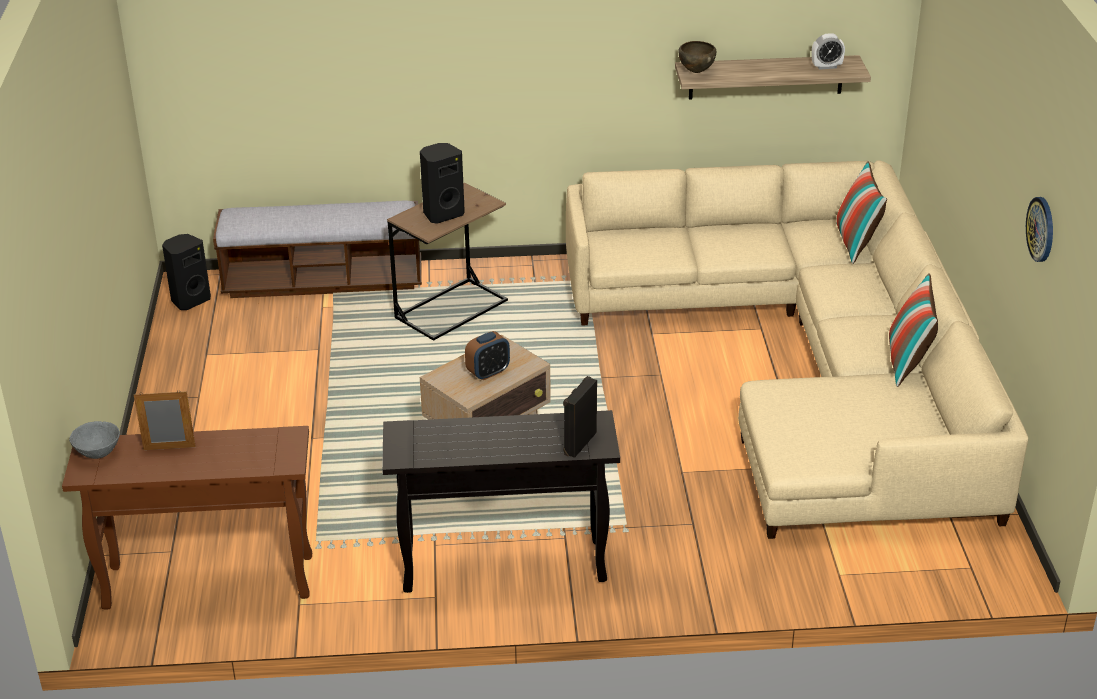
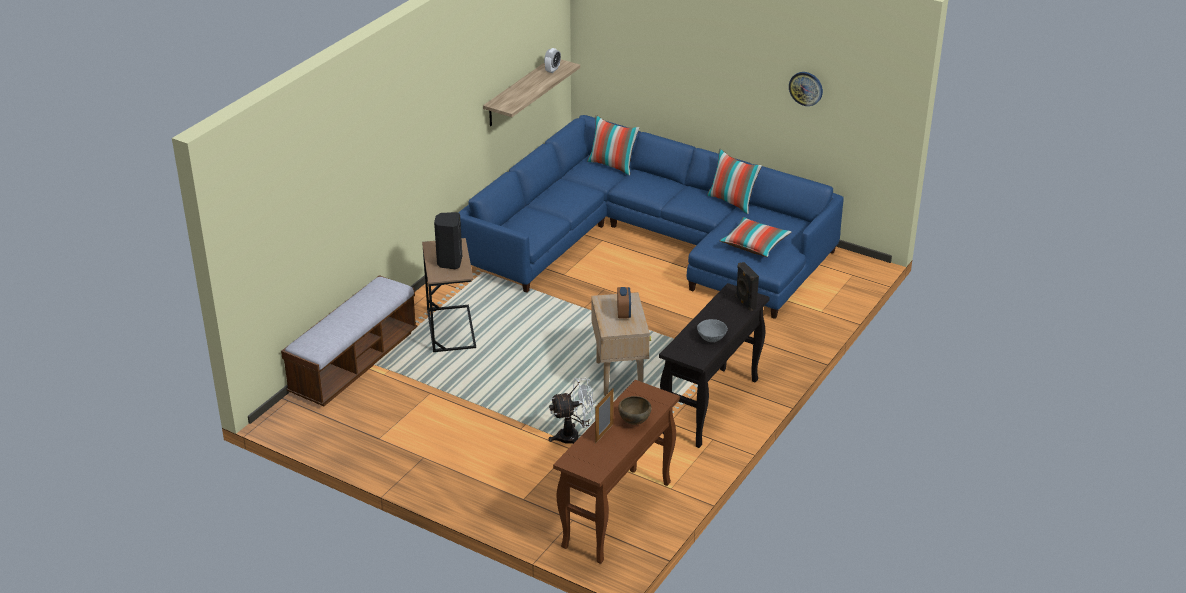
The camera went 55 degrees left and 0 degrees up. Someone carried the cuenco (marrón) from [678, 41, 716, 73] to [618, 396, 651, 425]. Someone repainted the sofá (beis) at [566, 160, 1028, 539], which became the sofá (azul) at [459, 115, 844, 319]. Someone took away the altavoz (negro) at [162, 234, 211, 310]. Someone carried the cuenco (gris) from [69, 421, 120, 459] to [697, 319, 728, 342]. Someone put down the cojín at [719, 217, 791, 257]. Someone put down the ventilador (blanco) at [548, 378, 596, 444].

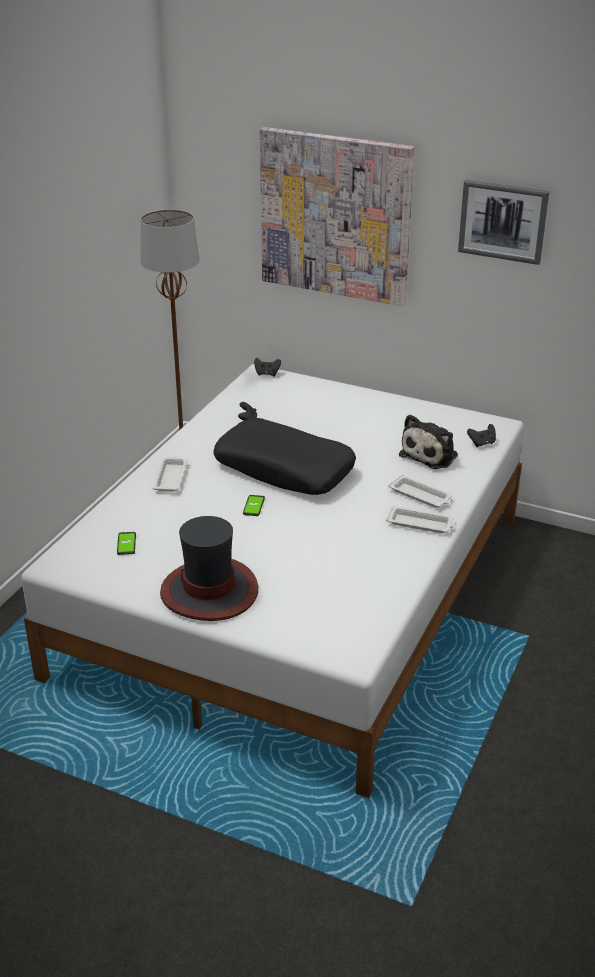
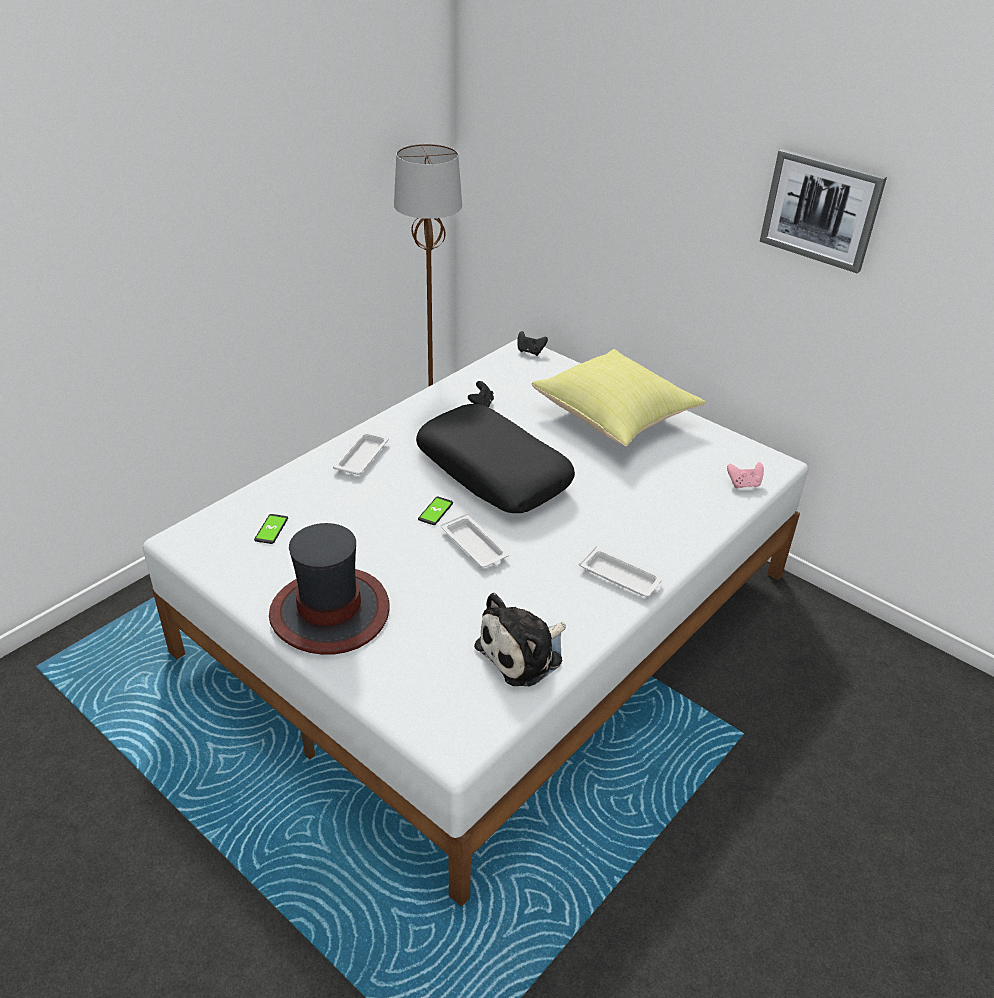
The camera went 15 degrees right and 5 degrees up. Someone took away the cuadro at [260, 127, 415, 306]. Someone carried the peluche from [399, 414, 458, 469] to [474, 593, 566, 686]. Someone repainted the mando de consola (negro) at [467, 424, 496, 447], which became the mando de consola (rosa) at [727, 462, 764, 488]. Someone carried the bandeja (blanco) from [388, 474, 452, 508] to [440, 513, 509, 567]. Someone put down the cojín (amarillo) at [532, 349, 706, 446].

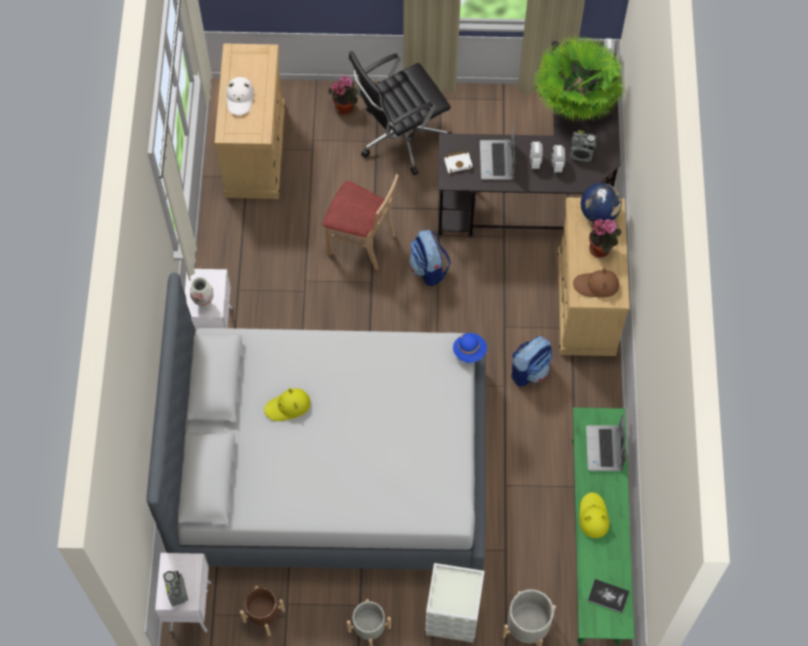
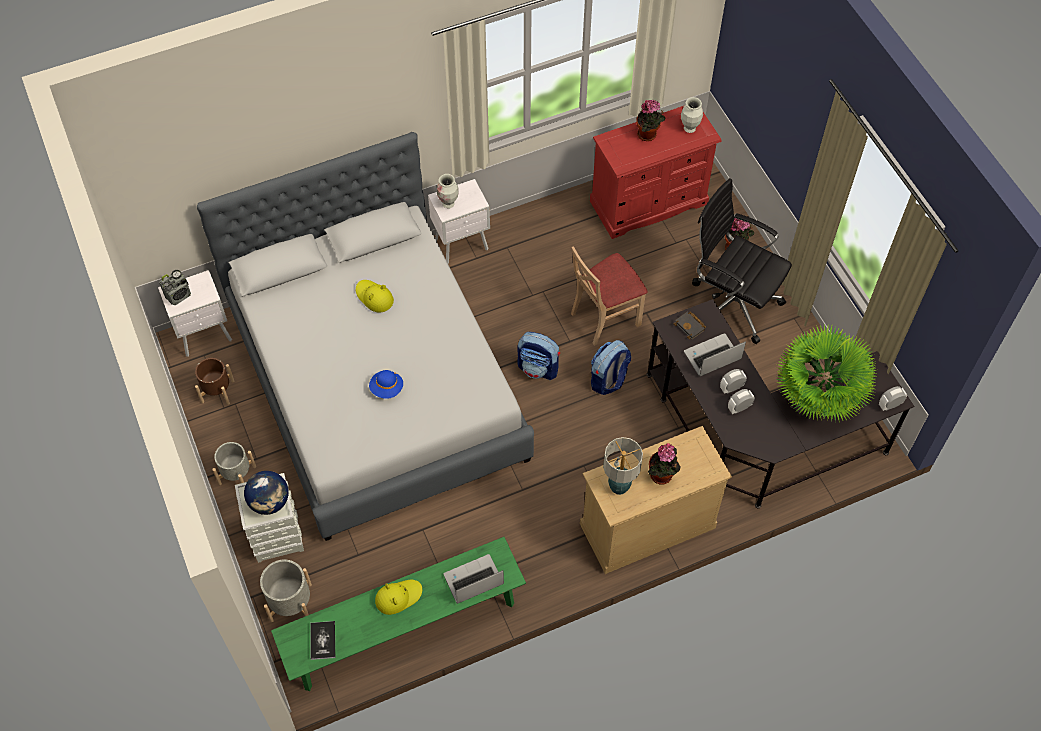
The camera went 65 degrees right and 5 degrees down. Someone repainted the cómoda (beis) at [214, 43, 285, 199], which became the cómoda (rojo) at [590, 106, 721, 239]. Someone swapped the sombrero (blanco) at [227, 77, 254, 115] for the planta en maceta at [637, 100, 665, 141]. Someone took away the radio at [570, 130, 596, 162]. Someone repainted the libro (blanco) at [444, 151, 473, 174], which became the libro (negro) at [673, 311, 706, 339]. Someone rotated the silla (beis) at [322, 174, 398, 270] by 60 degrees clockwise. Someone carried the globo terráqueo from [581, 183, 622, 222] to [244, 471, 289, 515]. Someone swapped the sombrero (marrón) at [573, 268, 619, 297] for the lámpara de mesa at [603, 437, 643, 495]. Someone carried the sombrero (azul) from [453, 333, 487, 363] to [369, 370, 403, 399]. Someone carried the mochila from [511, 336, 553, 387] to [517, 332, 560, 380]. Someone put down the florero at [681, 97, 703, 133].

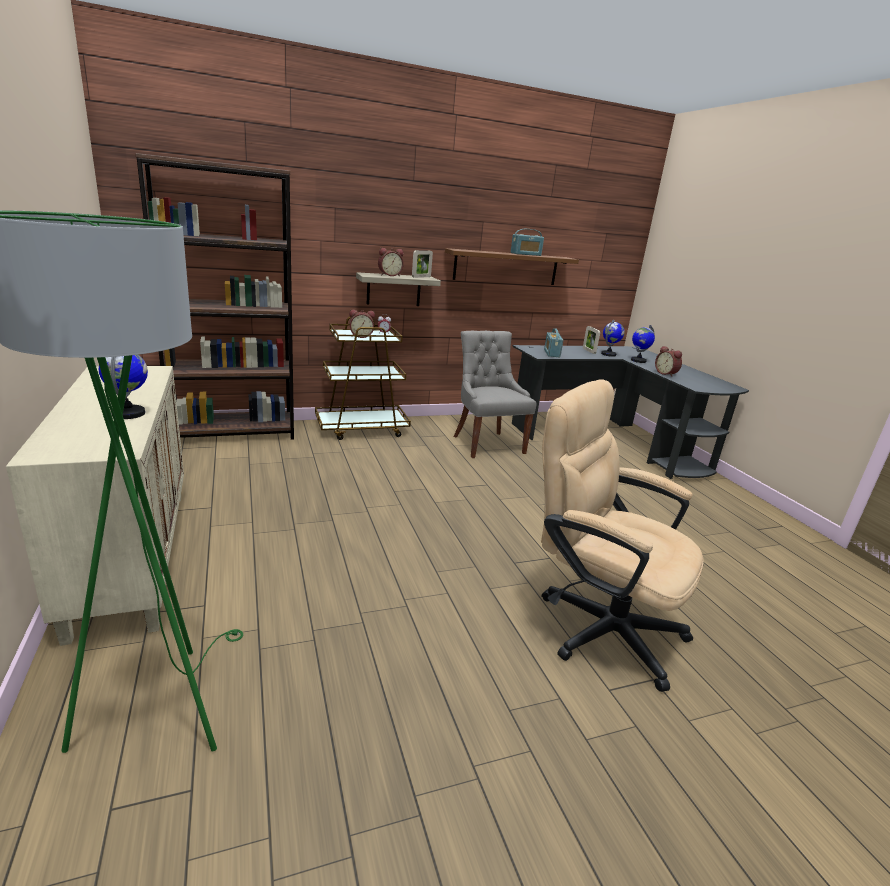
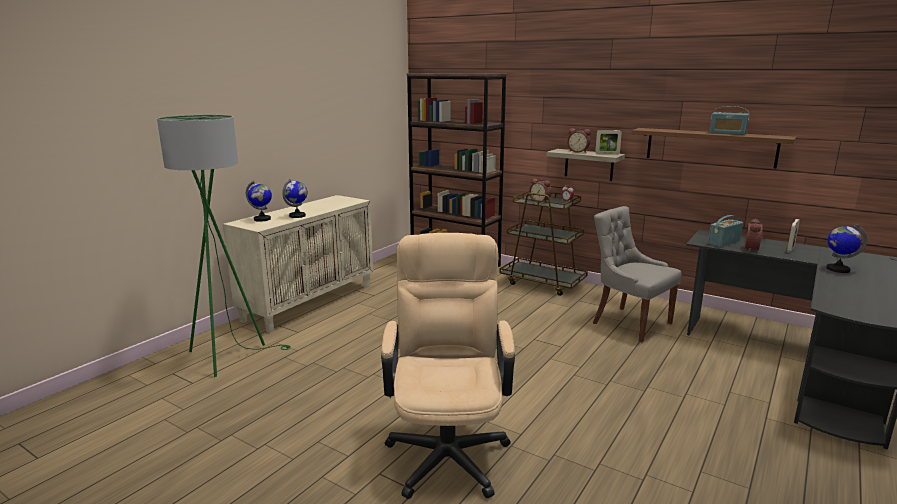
The camera went 55 degrees right and 5 degrees down. Someone carried the globo terráqueo from [601, 320, 625, 357] to [246, 181, 272, 222]. Someone rotated the silla (gris) at [454, 331, 537, 458] by 75 degrees counterclockwise. Someone carried the despertador from [655, 346, 682, 377] to [744, 219, 765, 252].

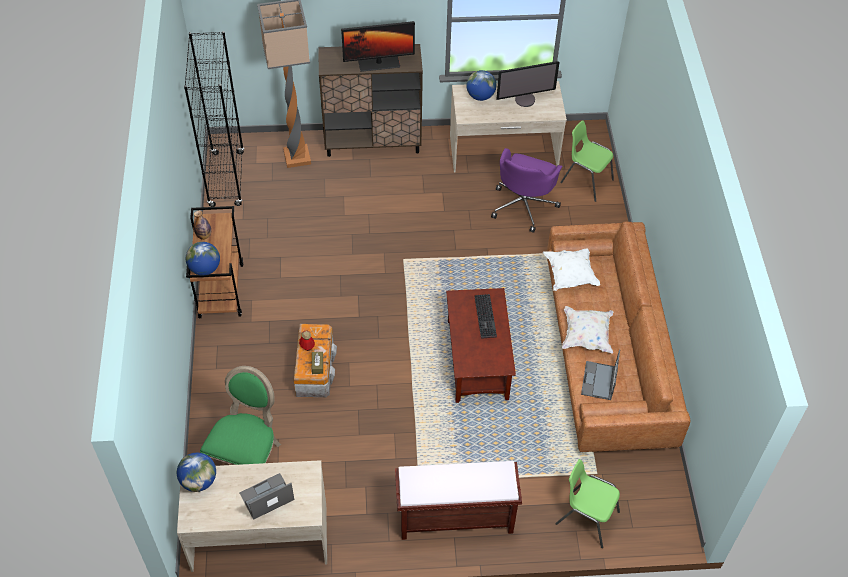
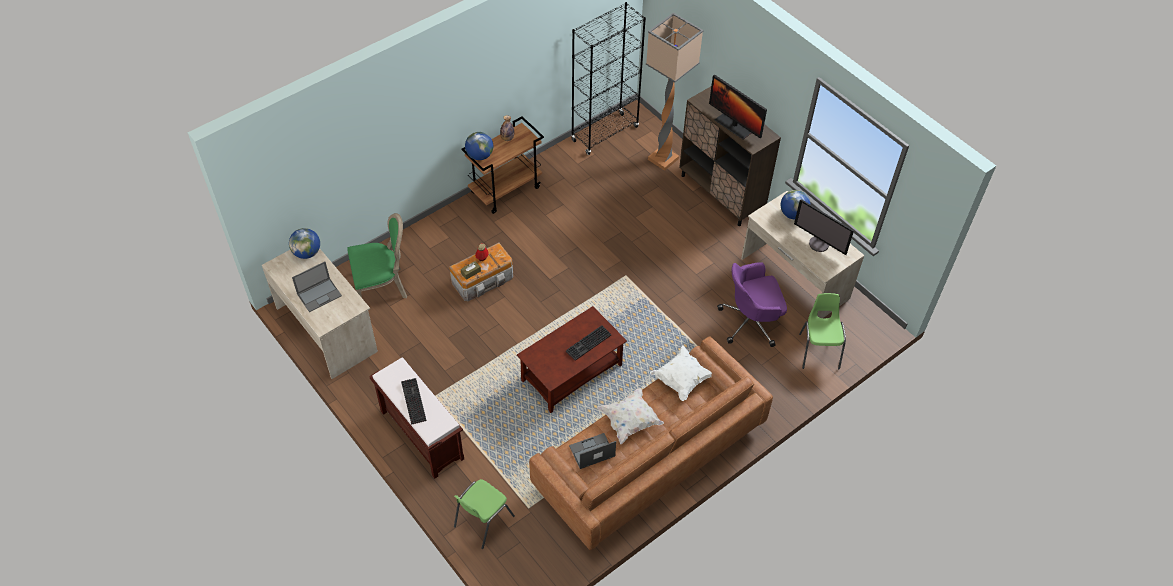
The camera went 55 degrees right and 0 degrees up. Someone rotated the silla (verde) at [555, 459, 620, 548] by 135 degrees counterclockwise. Someone rotated the portátil at [239, 473, 295, 520] by 120 degrees clockwise. Someone put down the teclado at [401, 378, 427, 425].

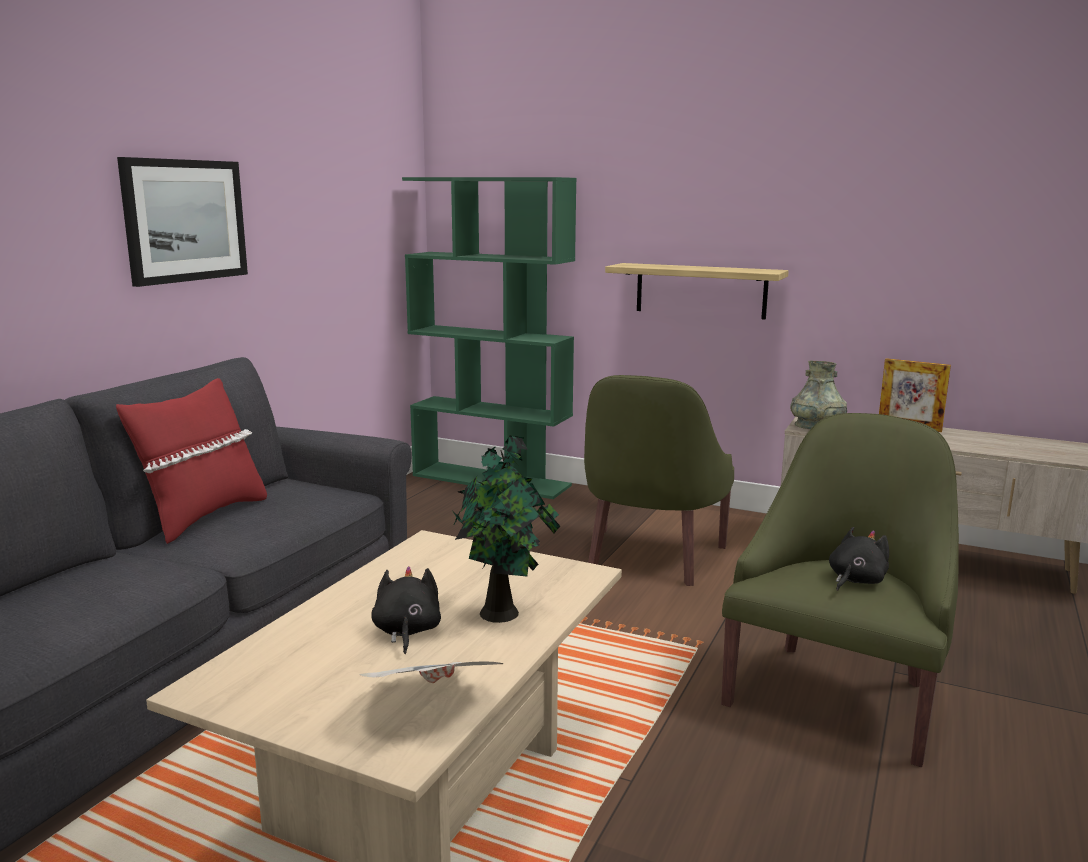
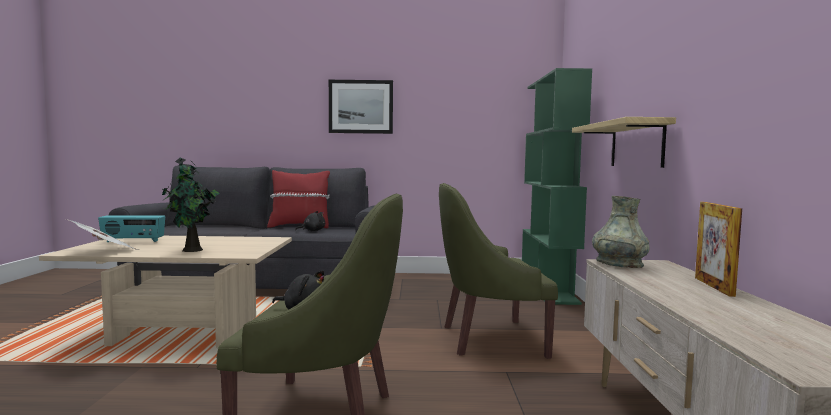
The camera went 65 degrees right and 10 degrees down. Someone carried the peluche (negro) from [371, 566, 441, 654] to [295, 211, 325, 231]. Someone put down the radio at [98, 215, 165, 242].

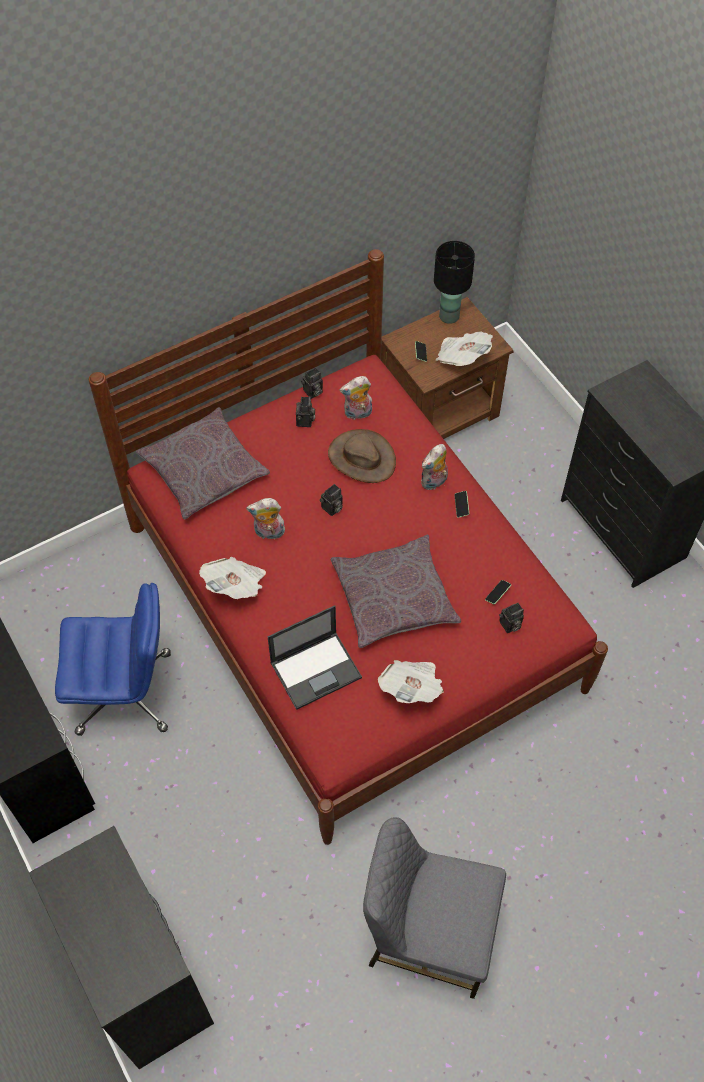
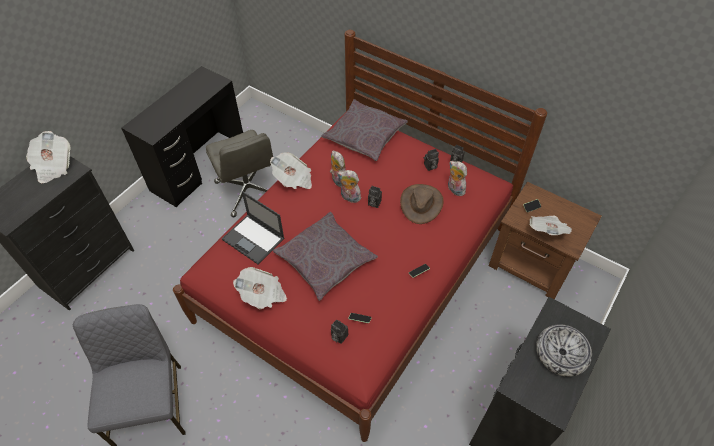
The camera went 65 degrees right and 5 degrees down. Someone took away the lámpara de mesa (negro) at [434, 241, 475, 324]. Someone carried the peluche from [421, 444, 448, 490] to [337, 170, 361, 203]. Someone repainted the silla de oficina (azul) at [55, 583, 171, 736], which became the silla de oficina (gris) at [206, 130, 273, 217]. Someone put down the periódico at [26, 131, 71, 183]. Someone put down the cuenco at [536, 325, 592, 377].

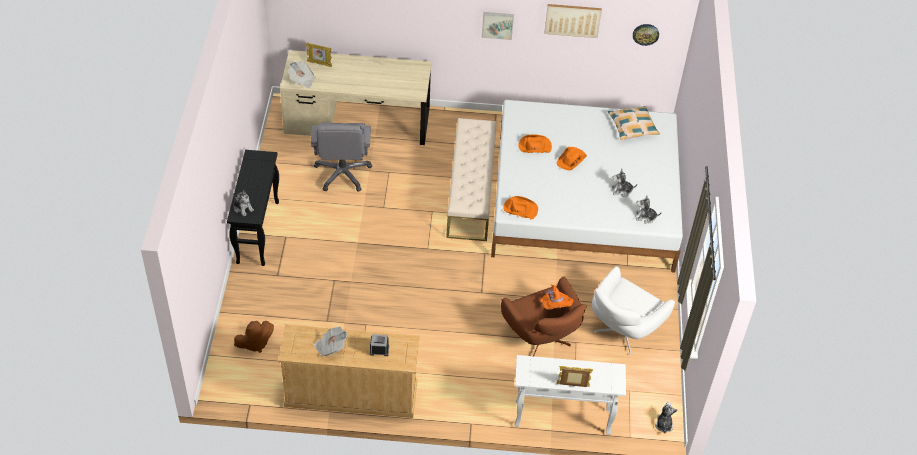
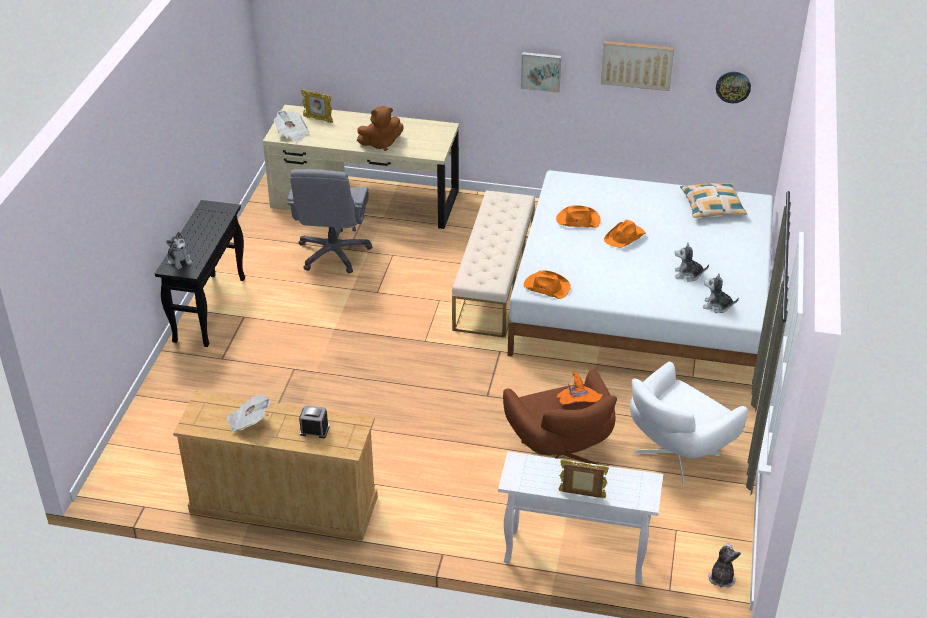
The camera went 10 degrees right and 10 degrees down. Someone carried the peluche (marrón) from [234, 321, 274, 353] to [357, 106, 404, 151].

